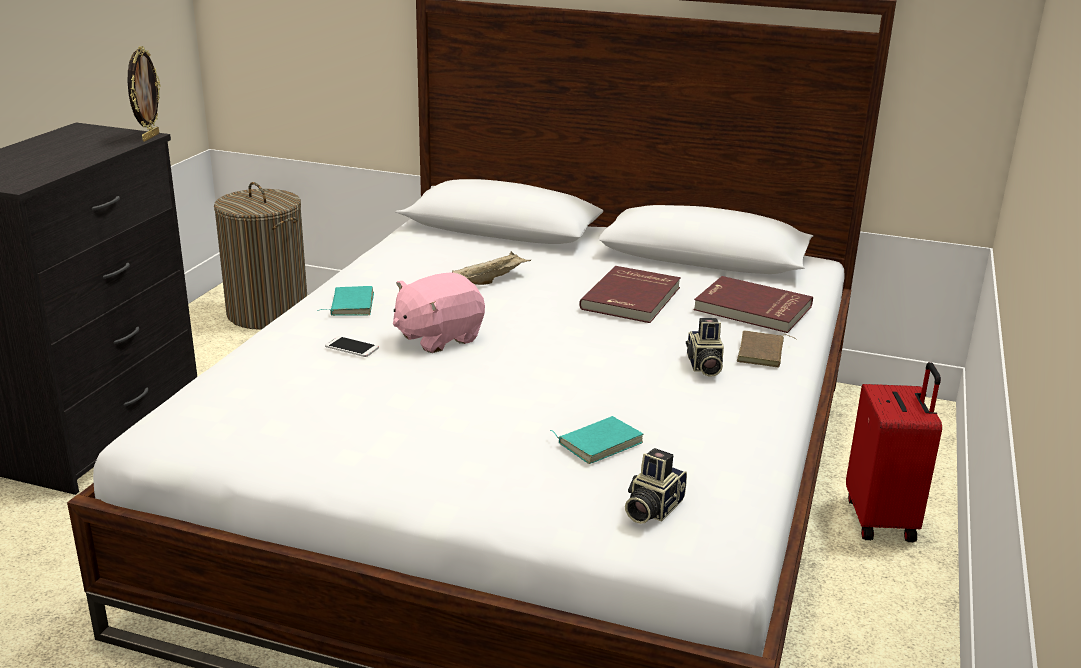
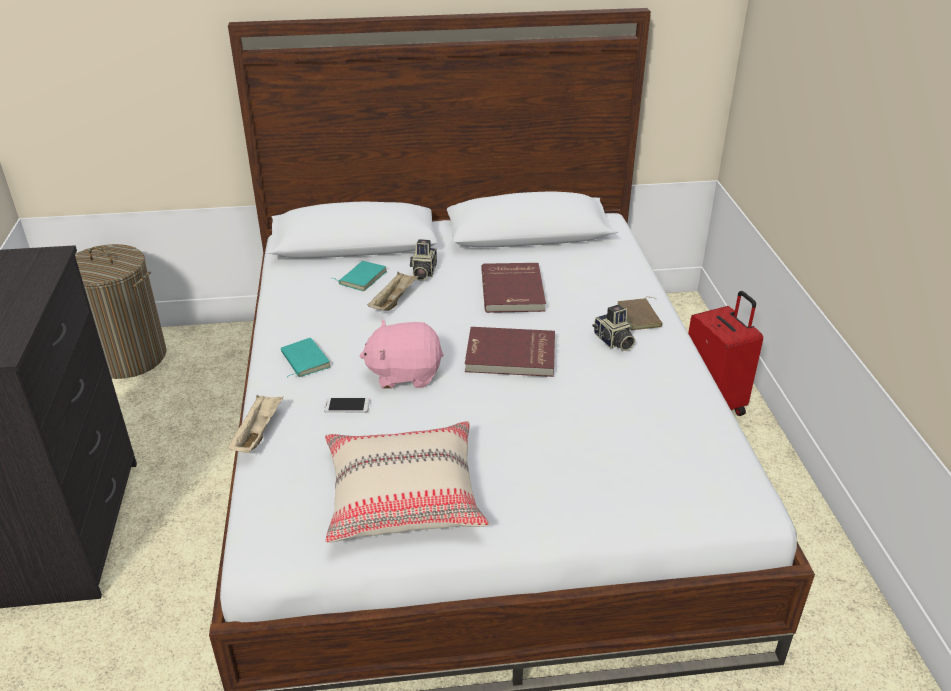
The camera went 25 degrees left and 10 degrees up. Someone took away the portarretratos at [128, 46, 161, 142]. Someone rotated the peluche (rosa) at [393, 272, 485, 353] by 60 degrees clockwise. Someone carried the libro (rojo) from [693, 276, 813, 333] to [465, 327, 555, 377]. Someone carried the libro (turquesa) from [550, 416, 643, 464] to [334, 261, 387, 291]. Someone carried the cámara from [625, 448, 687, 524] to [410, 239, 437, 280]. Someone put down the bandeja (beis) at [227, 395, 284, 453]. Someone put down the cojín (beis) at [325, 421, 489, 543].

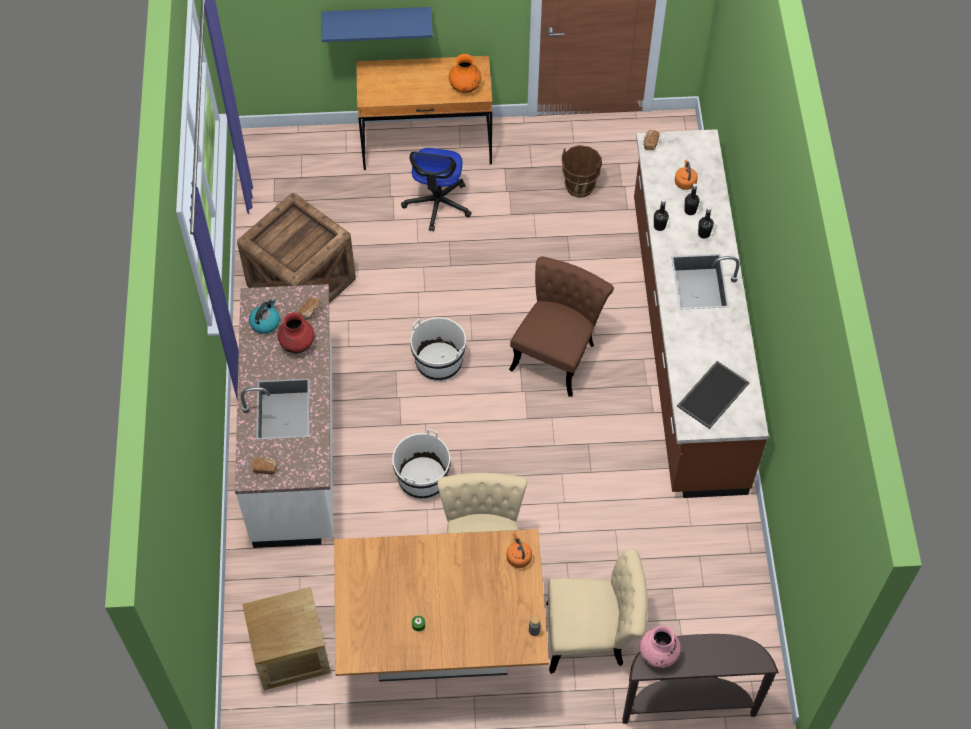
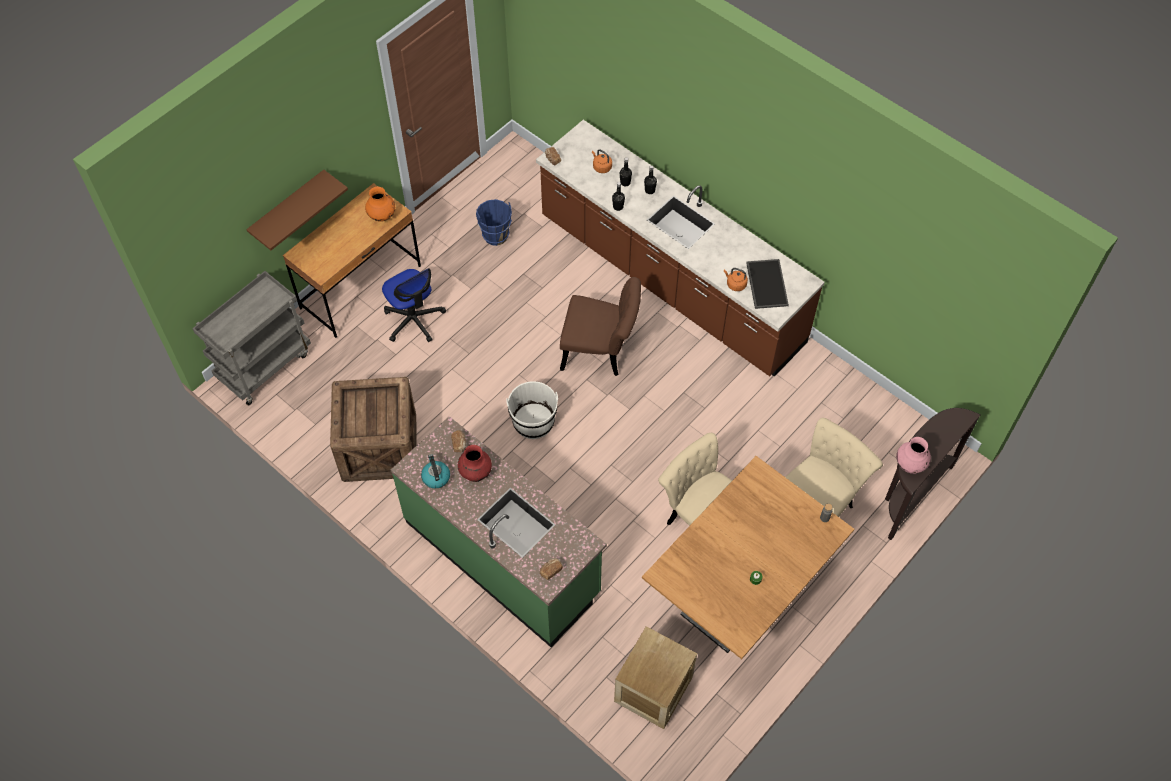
The camera went 45 degrees left and 0 degrees up. Someone repainted the estante (azul) at [322, 7, 433, 42], which became the estante (marrón) at [246, 170, 348, 250]. Someone repainted the cubo (marrón) at [562, 145, 602, 198], which became the cubo (azul) at [476, 199, 512, 246]. Someone rotated the silla (marrón) at [509, 256, 614, 397] by 120 degrees clockwise. Someone repainted the mueble bajo de cocina (blanco) at [235, 284, 333, 548], which became the mueble bajo de cocina (verde) at [391, 416, 607, 647]. Someone took away the cubo (blanco) at [392, 429, 450, 499]. Someone carried the hervidor (naranja) from [506, 533, 532, 568] to [724, 268, 748, 291]. Someone put down the carrito (gris) at [192, 271, 311, 406].

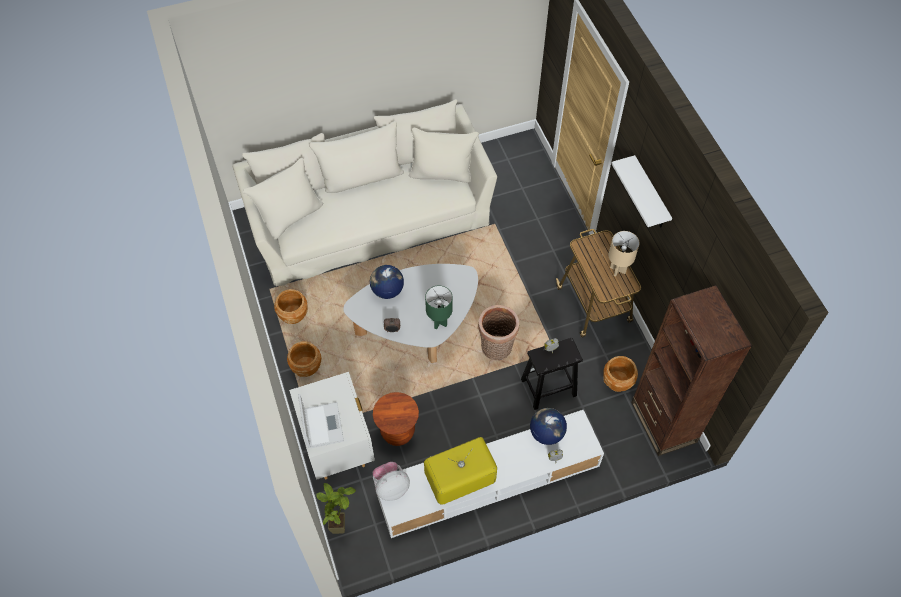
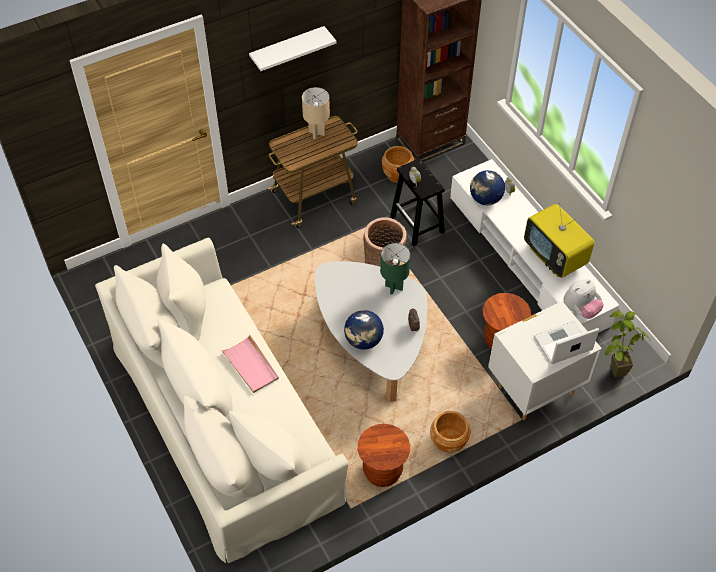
The camera went 100 degrees left and 5 degrees down. Someone swapped the maceta (marrón) at [274, 289, 308, 324] for the taburete (marrón) at [358, 424, 410, 487]. Someone rotated the peluche at [373, 462, 410, 501] by 90 degrees counterclockwise. Someone put down the bandeja (rosa) at [221, 334, 279, 393].

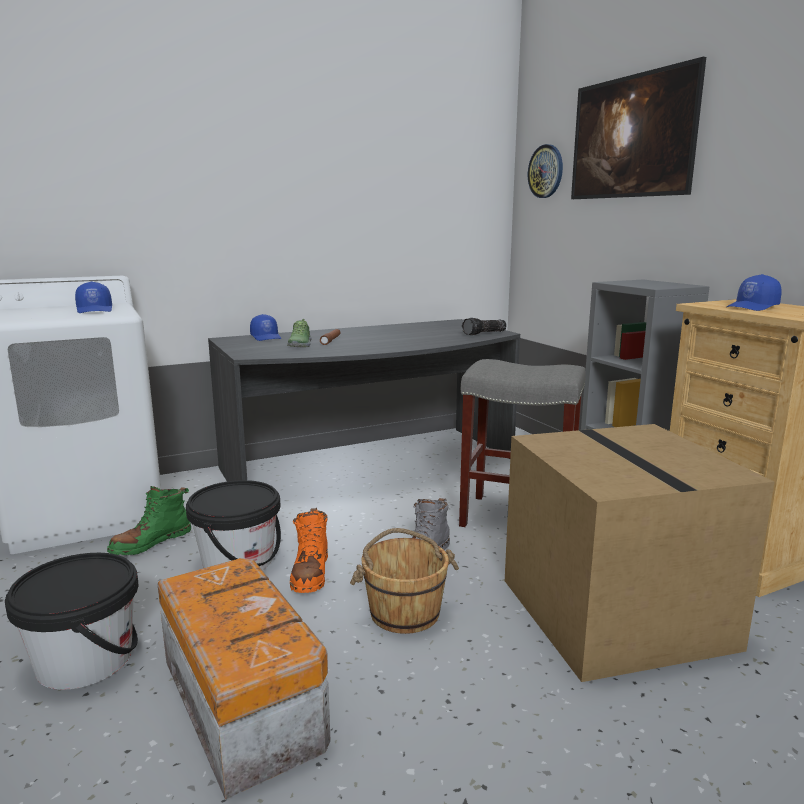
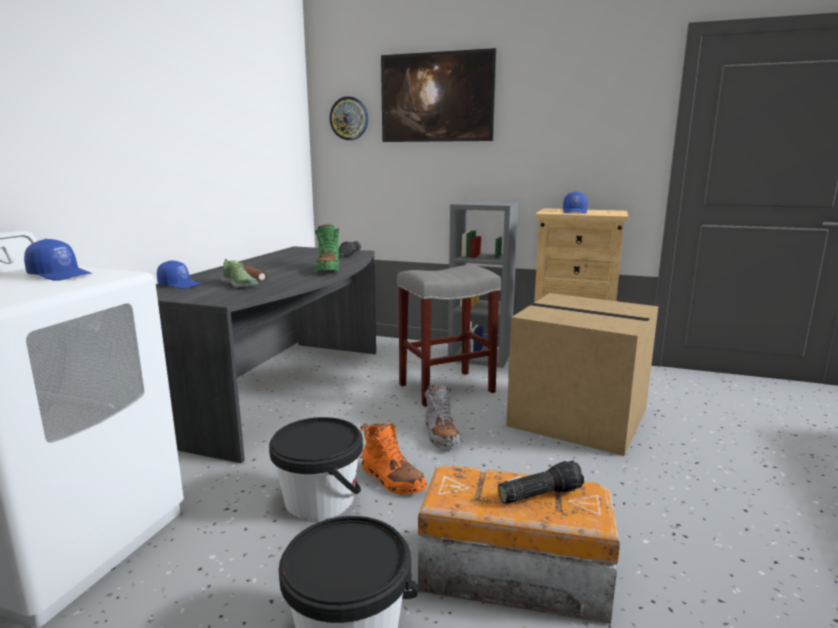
The camera went 45 degrees left and 0 degrees up. Someone carried the bota (verde) from [107, 486, 191, 555] to [314, 224, 339, 273]. Someone took away the cubo (marrón) at [350, 528, 459, 634]. Someone put down the linterna at [498, 460, 584, 504].

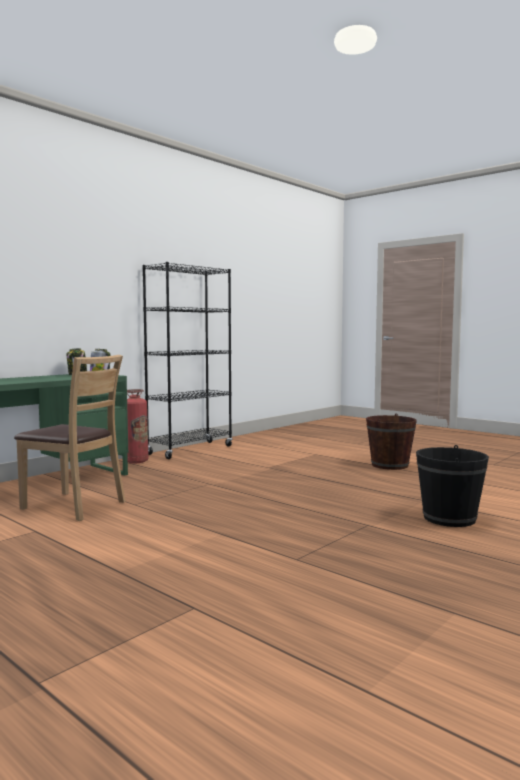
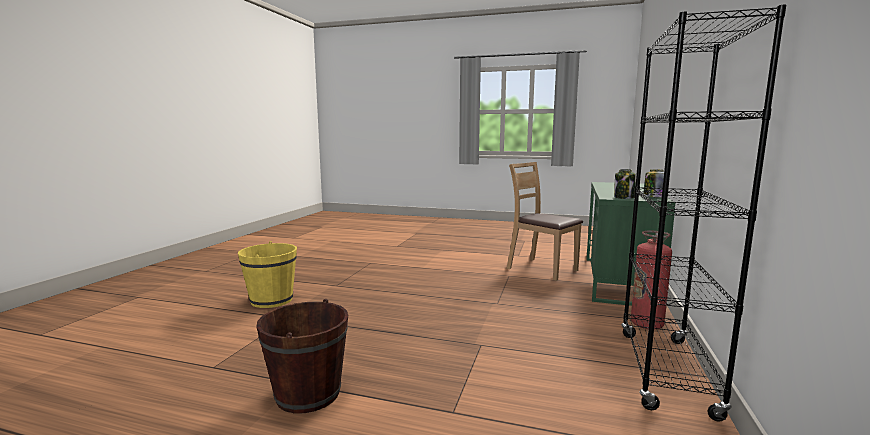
The camera went 155 degrees right and 5 degrees up. Someone rotated the silla (marrón) at [14, 355, 126, 521] by 45 degrees clockwise. Someone repainted the cubo (negro) at [416, 445, 489, 527], which became the cubo (amarillo) at [238, 241, 297, 308].

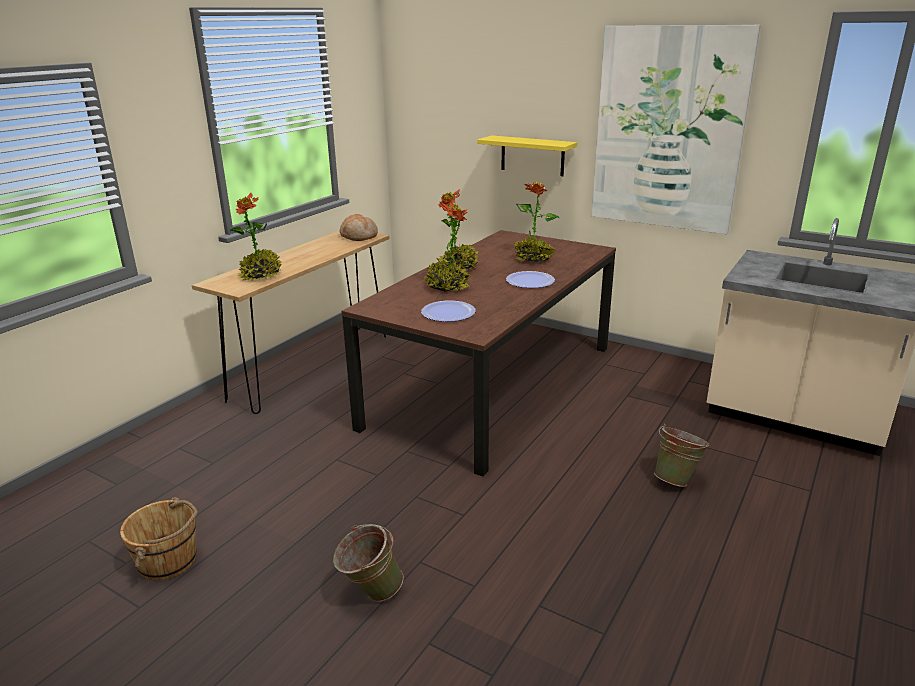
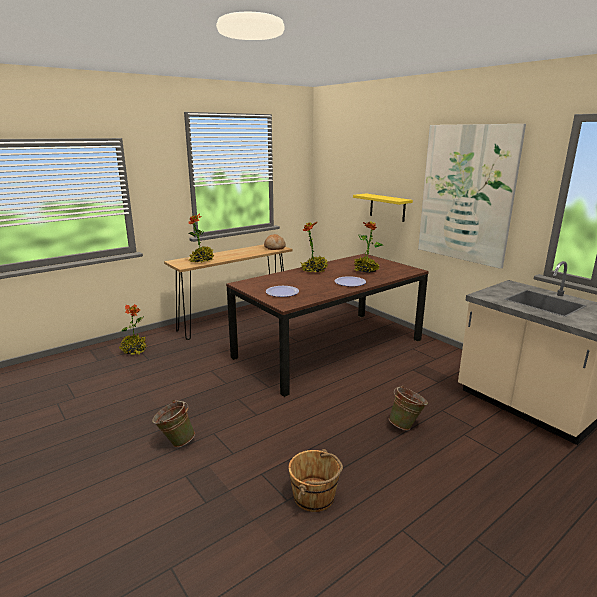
The camera went 20 degrees right and 5 degrees down. Someone carried the planta en maceta from [424, 203, 471, 292] to [119, 304, 147, 355]. Someone carried the cubo (marrón) from [120, 497, 198, 581] to [288, 449, 343, 512].

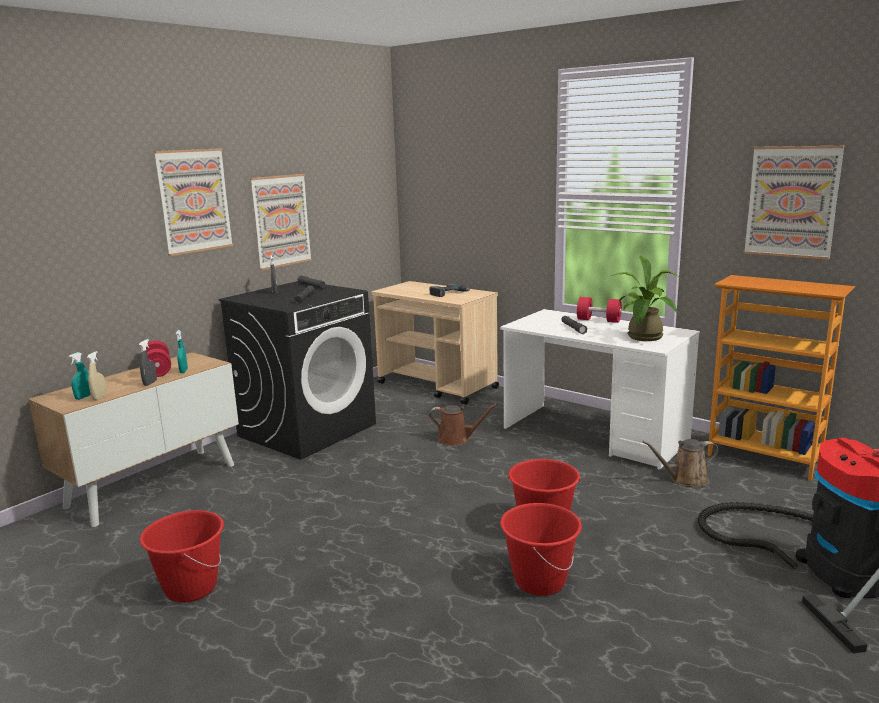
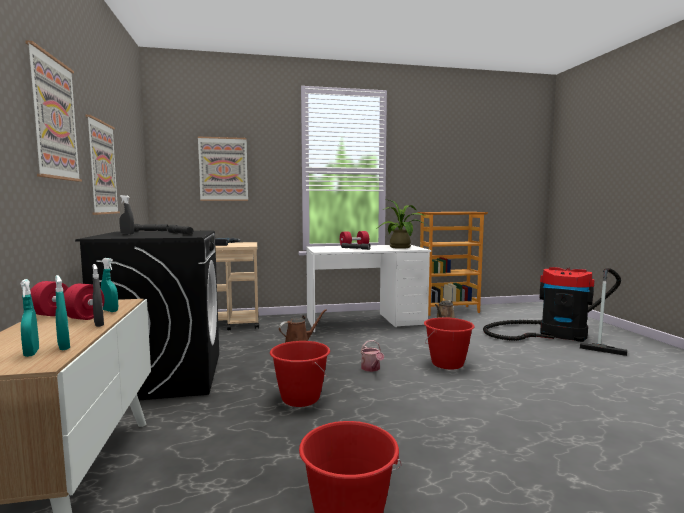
The camera went 50 degrees left and 10 degrees down. Someone carried the cuadro from [744, 146, 844, 260] to [198, 137, 248, 201]. Someone repainted the pulverizador (beis) at [87, 351, 107, 400], which became the pulverizador (turquesa) at [55, 275, 70, 350]. Someone carried the cubo (rojo) from [500, 503, 582, 596] to [270, 341, 330, 407]. Someone put down the regadera at [361, 340, 384, 372].

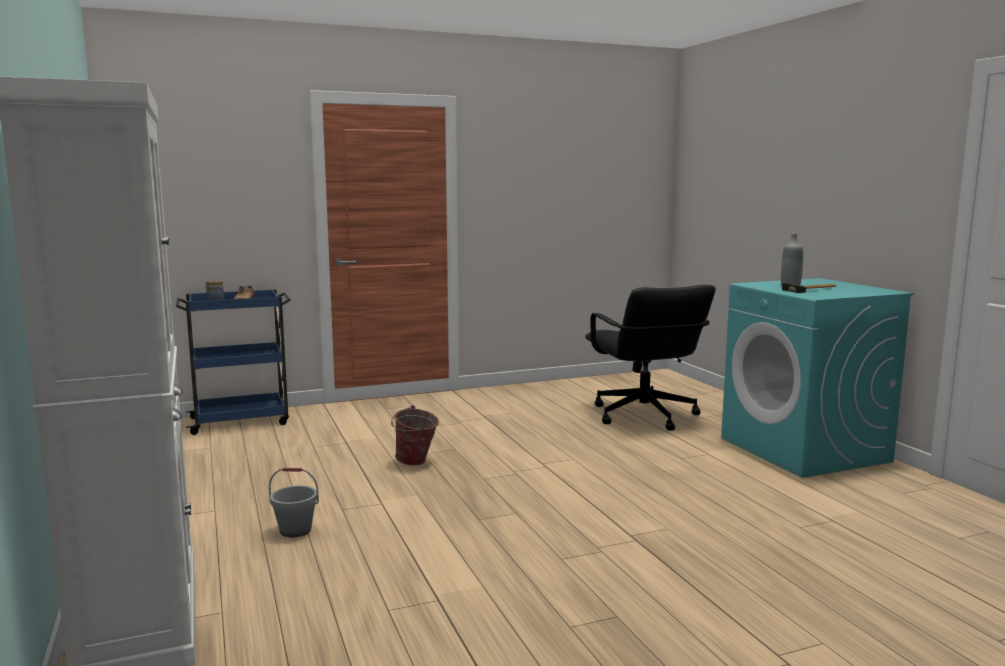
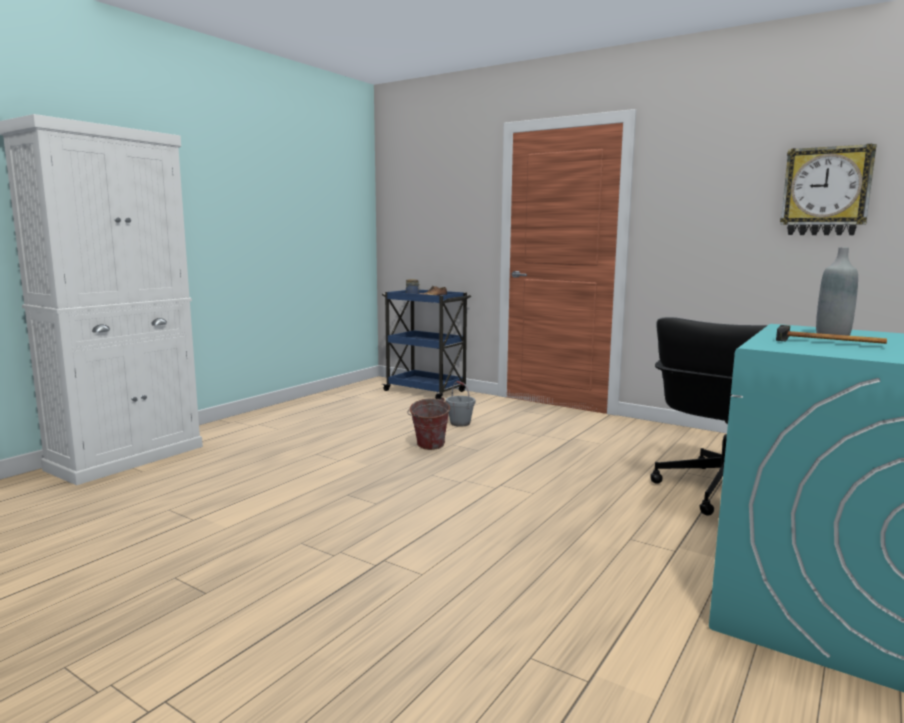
The camera went 55 degrees right and 0 degrees up. Someone carried the cubo (gris) from [269, 468, 319, 537] to [446, 381, 475, 427]. Someone put up the reloj de pared at [780, 144, 877, 235].

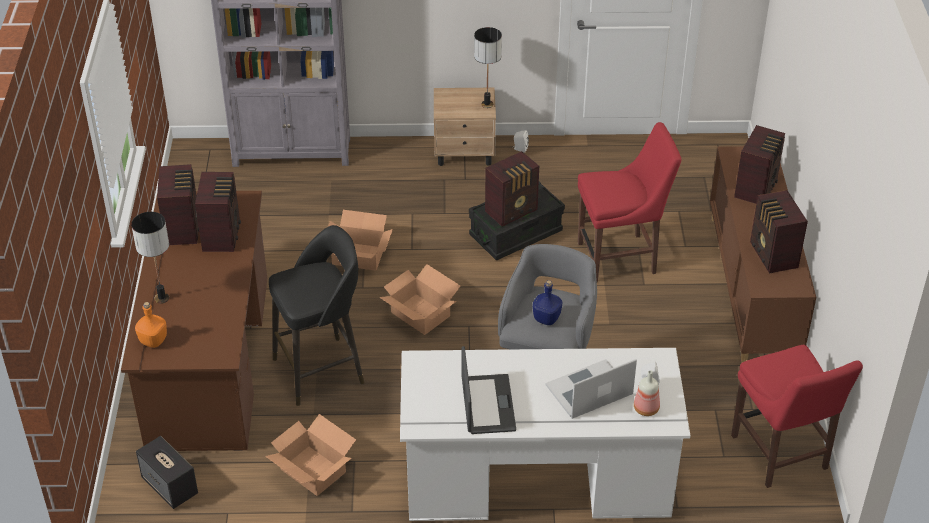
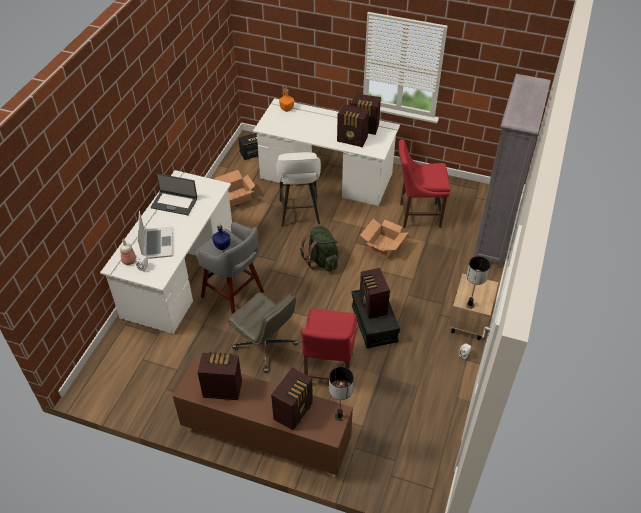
The camera went 110 degrees right and 5 degrees up. Someone rotated the radio at [734, 125, 785, 204] by 105 degrees counterclockwise. Someone repainted the escritorio (marrón) at [121, 191, 267, 451], which became the escritorio (blanco) at [253, 98, 400, 206]. Someone carried the lámpara de mesa from [131, 212, 169, 304] to [329, 367, 354, 421]. Someone repainted the taburete (negro) at [269, 225, 365, 406], which became the taburete (blanco) at [276, 152, 321, 227]. Someone swapped the caja de cartón at [379, 264, 461, 335] for the mochila (verde) at [300, 226, 338, 271]. Someone carried the silla (rojo) from [731, 345, 863, 488] to [399, 139, 451, 228]. Someone put down the silla de oficina (gris) at [228, 293, 298, 373].

